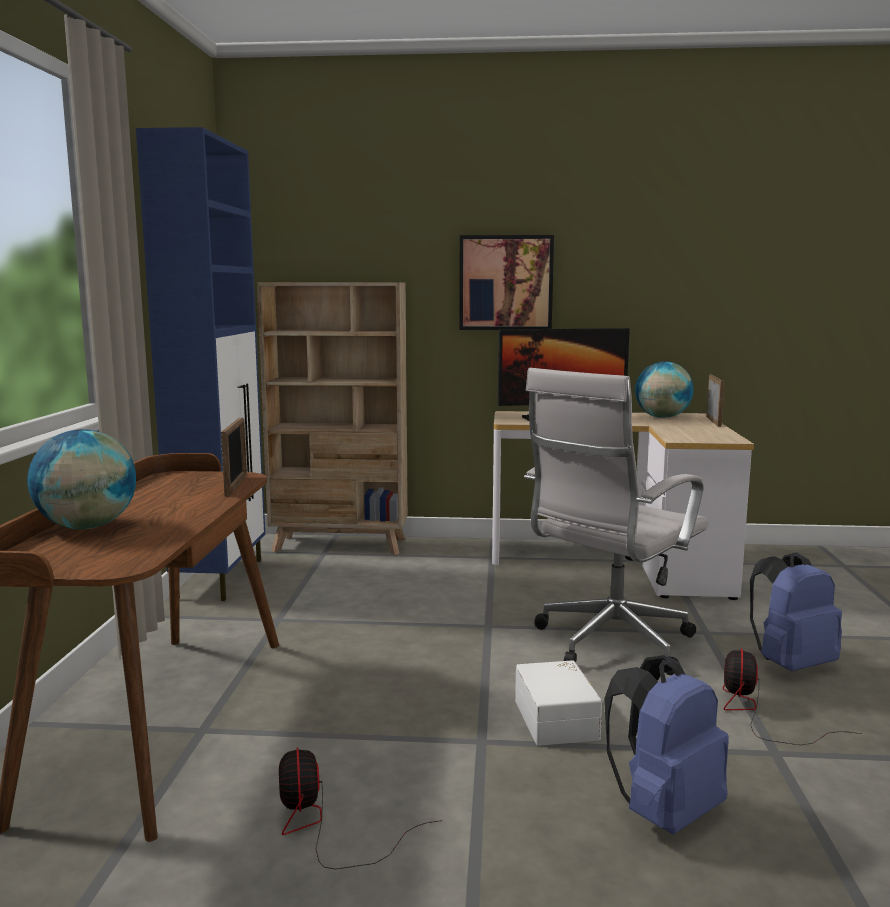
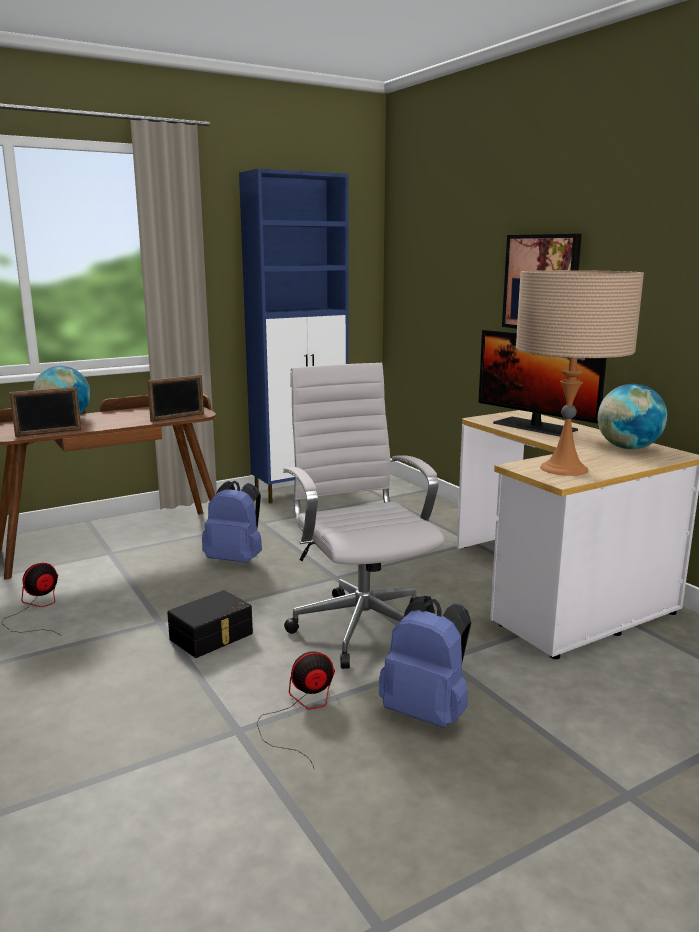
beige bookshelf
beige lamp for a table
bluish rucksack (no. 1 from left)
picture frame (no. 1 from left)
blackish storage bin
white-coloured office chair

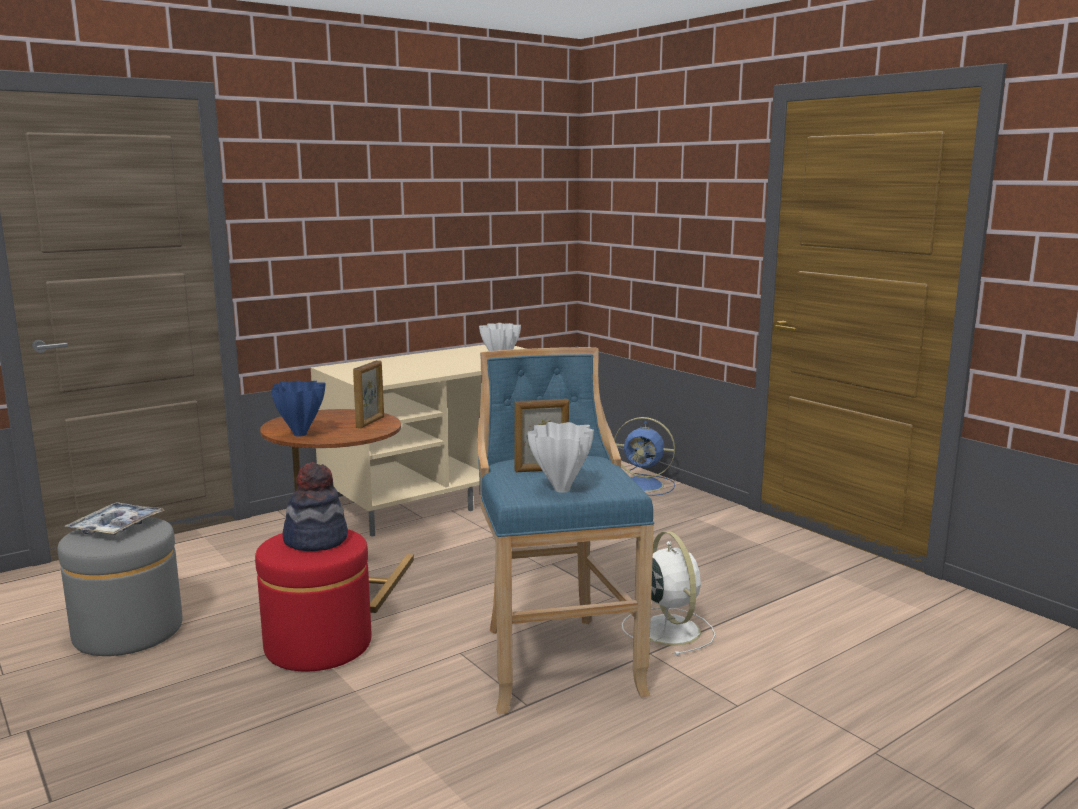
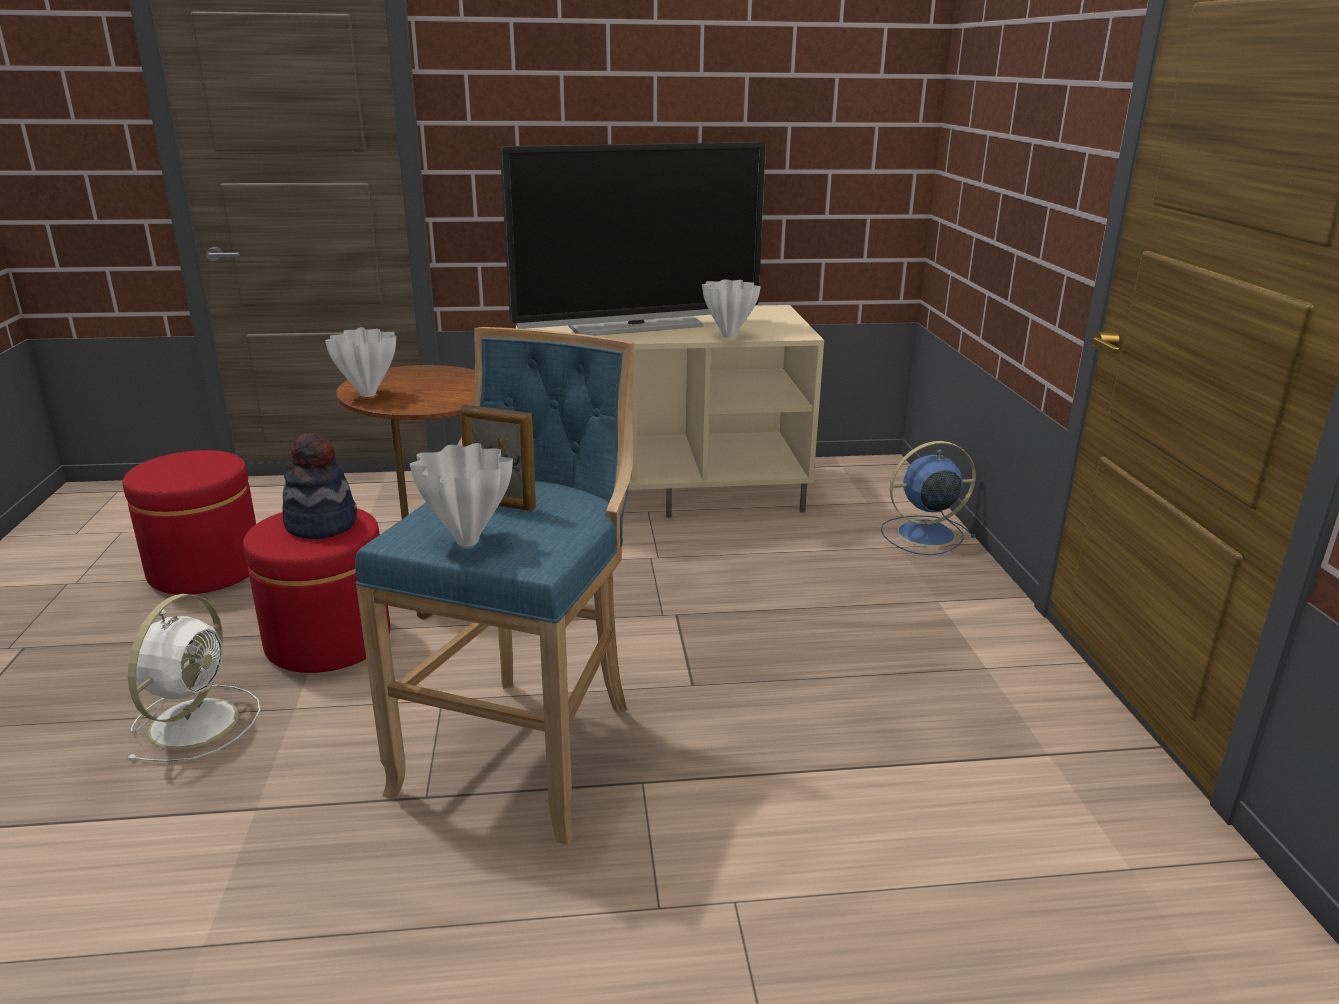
tray
picture frame (no. 1 from left in the first image)
television
white-coloured fan
red ottoman (no. 1 from left)
white-coloured flower vase (no. 1 from left)
bluish fan

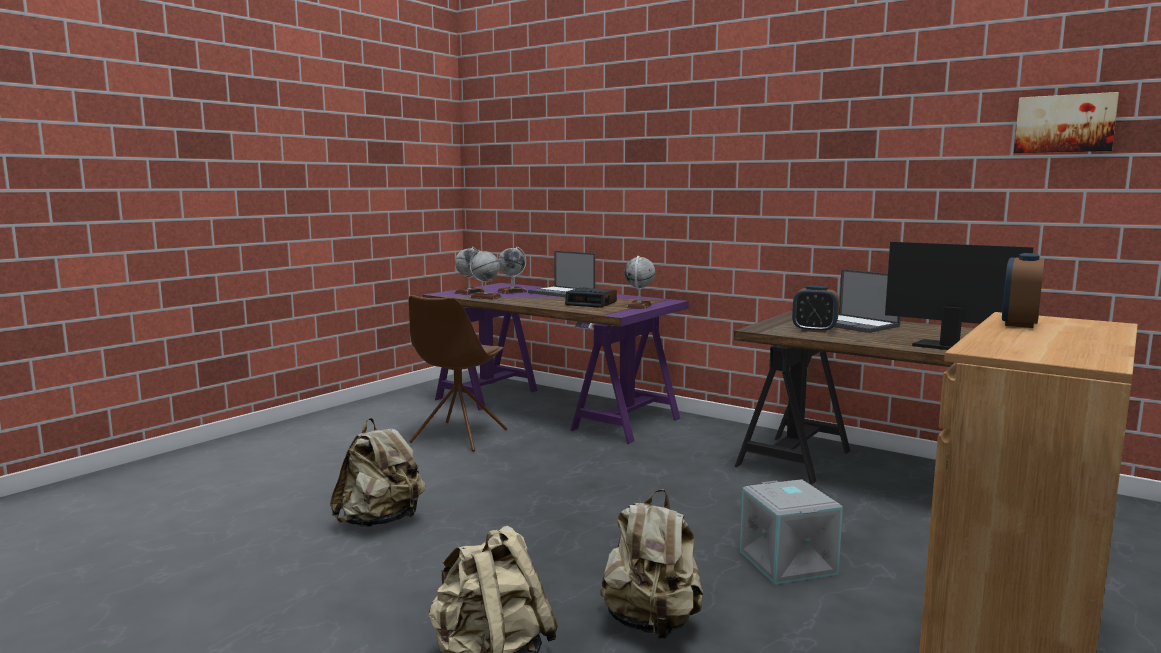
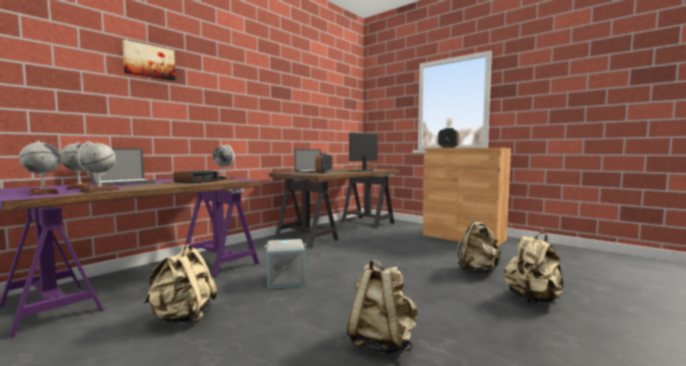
gray storage bin
wall art
beige rucksack (no. 1 from left)

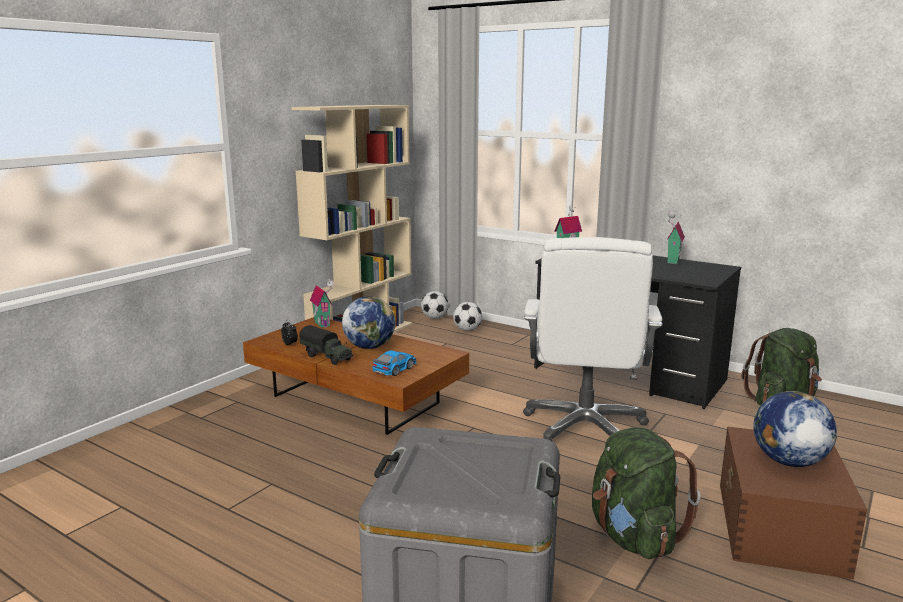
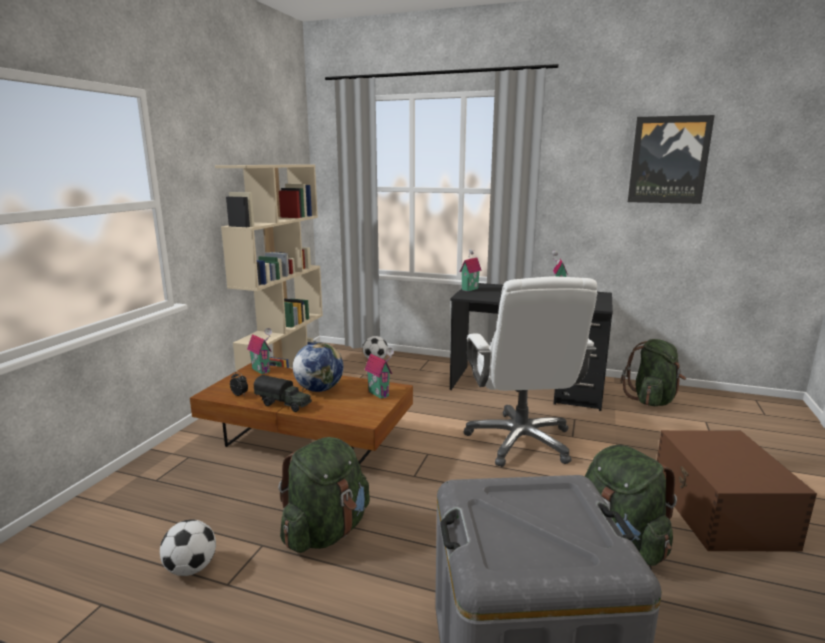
model car
globe (no. 2 from left in the first image)
green-coloured rucksack (no. 1 from left)
model house (no. 2 from left)
wall art
football (no. 1 from left)

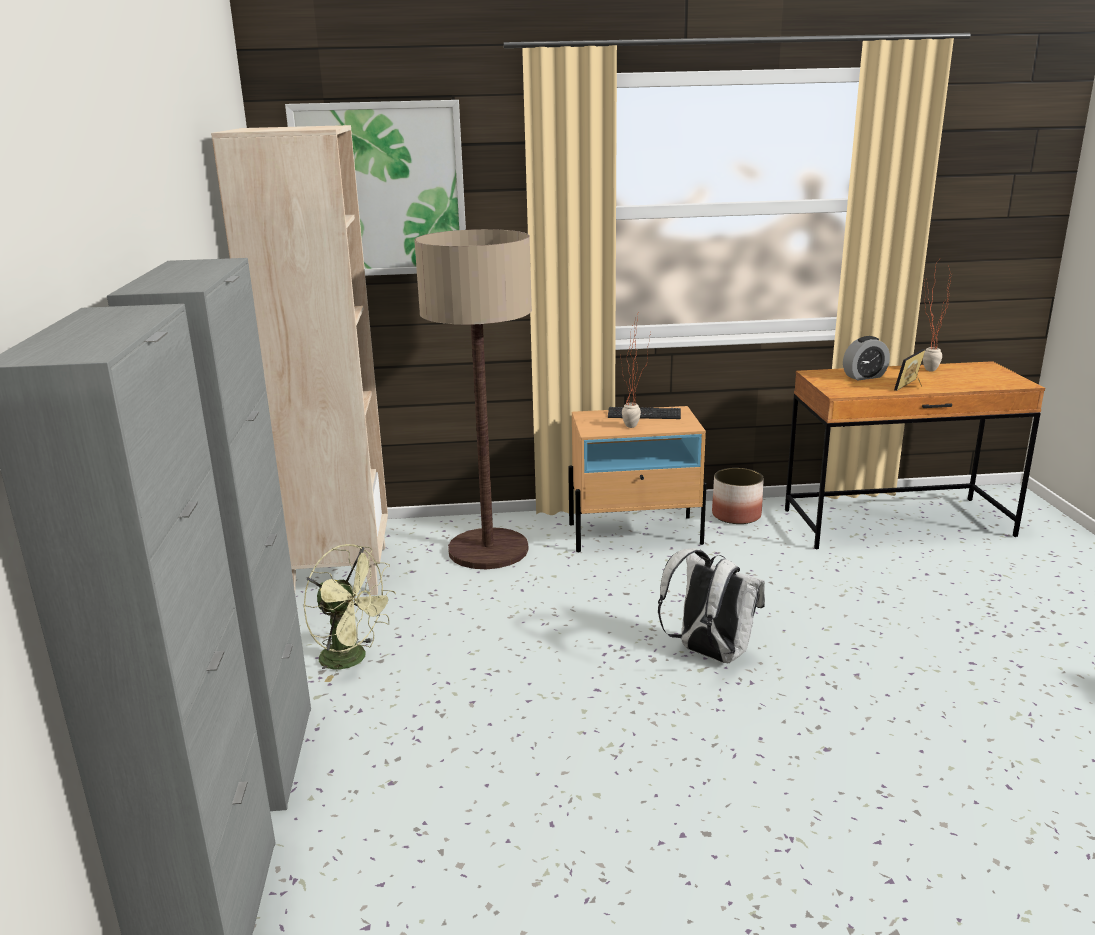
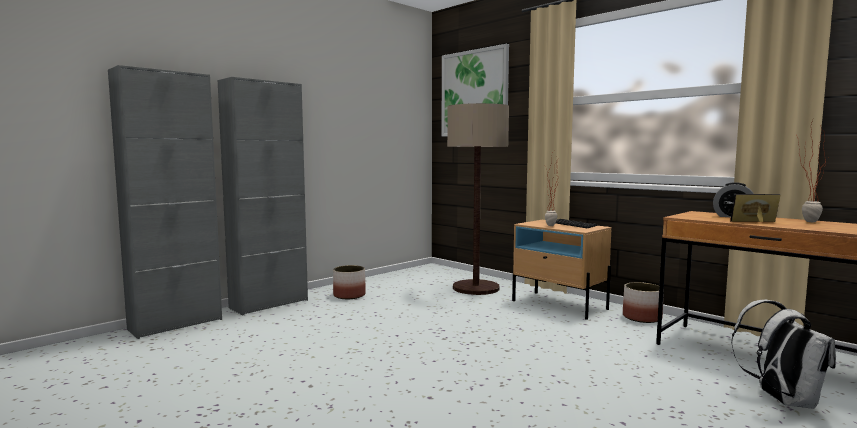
beige bookshelf
white-coloured rucksack
plant pot (no. 1 from left)

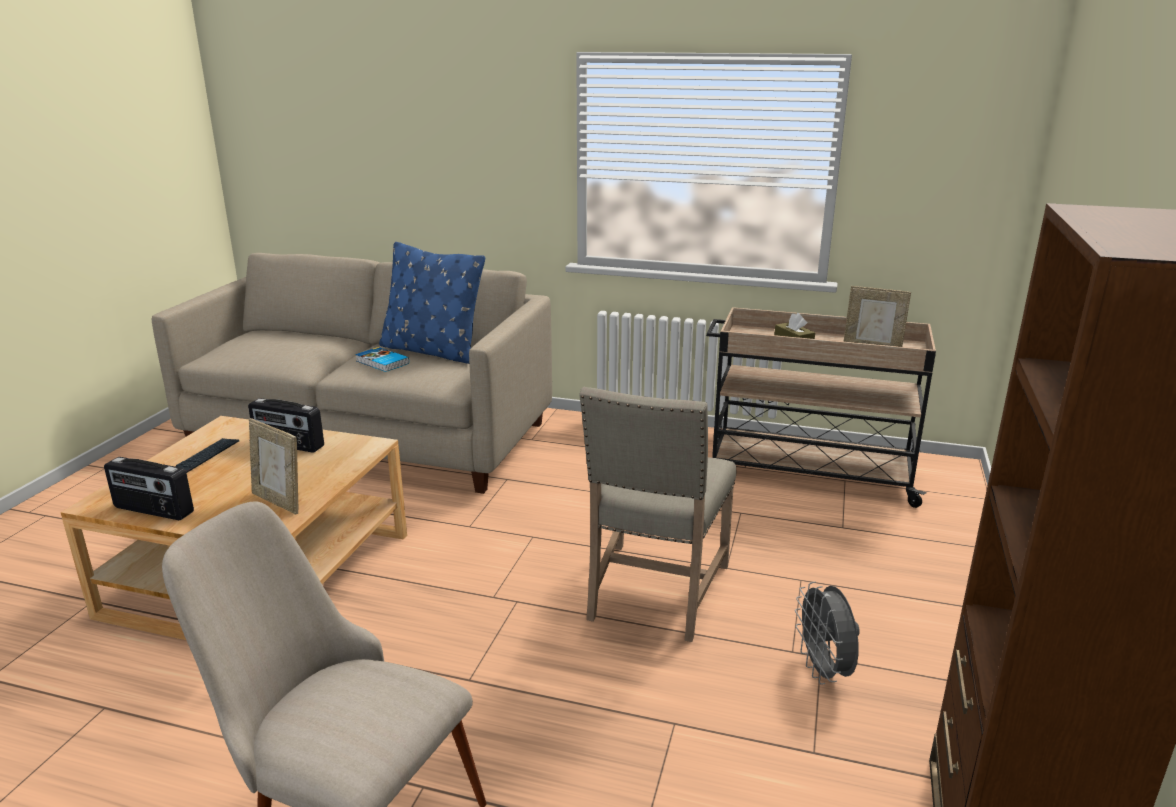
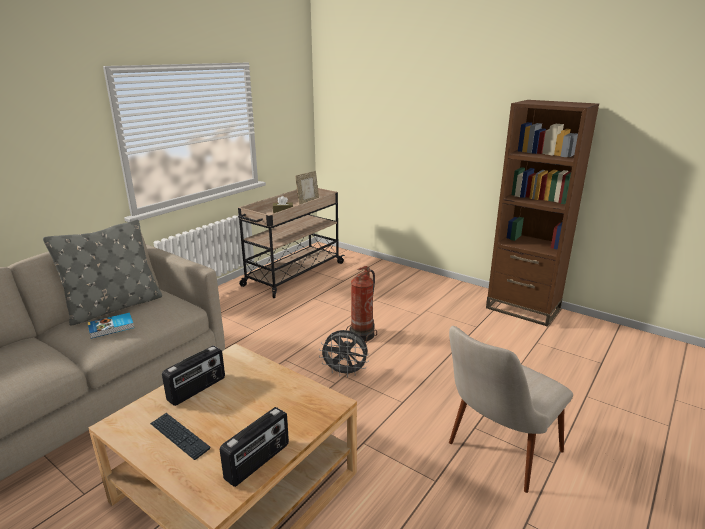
picture frame (no. 1 from left in the first image)
gray fan
fire extinguisher
gray pillow

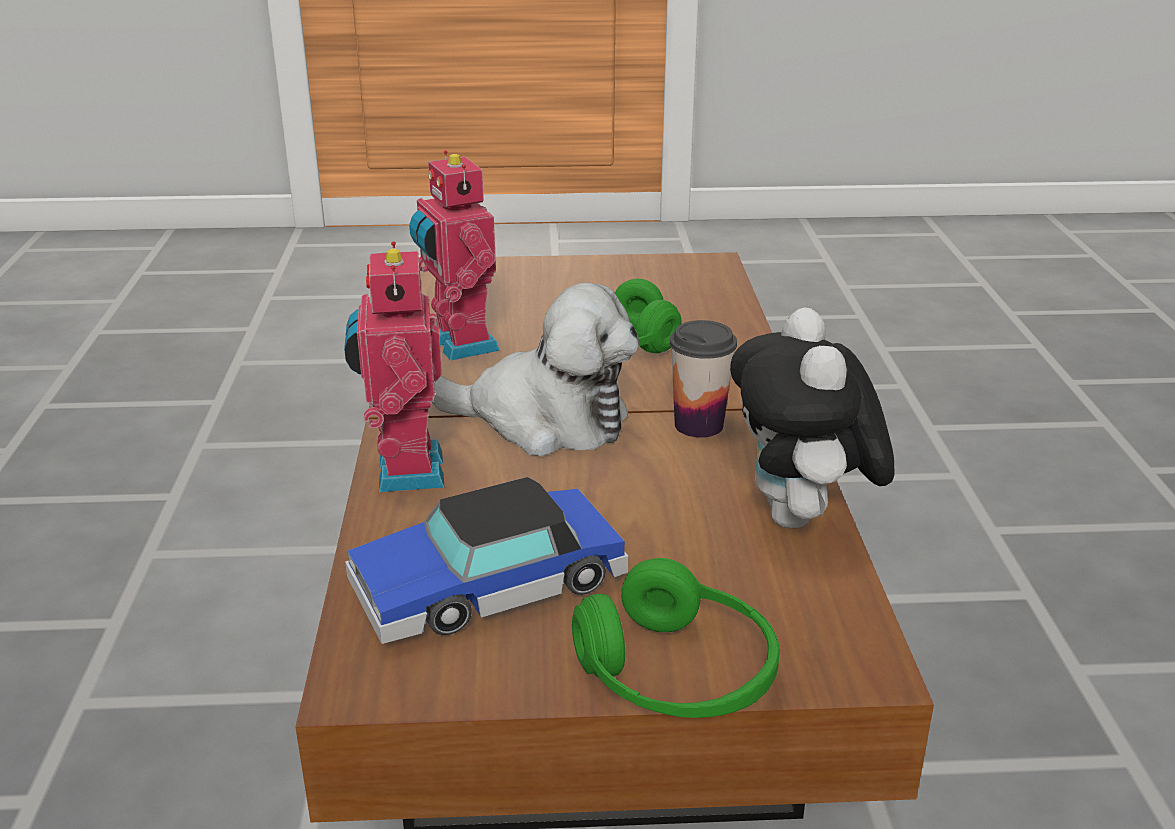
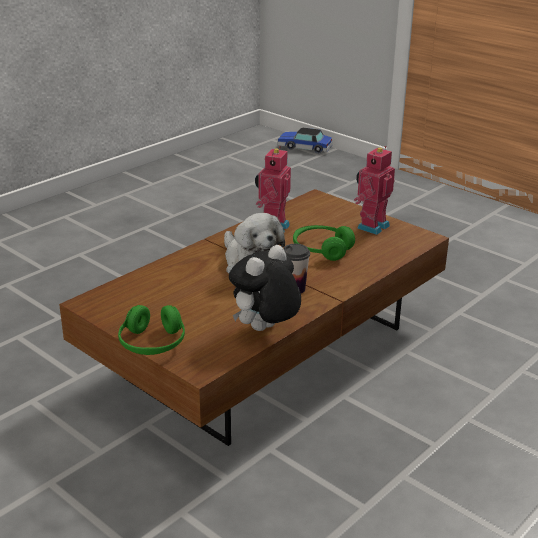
robot figure (no. 2 from left)
model car

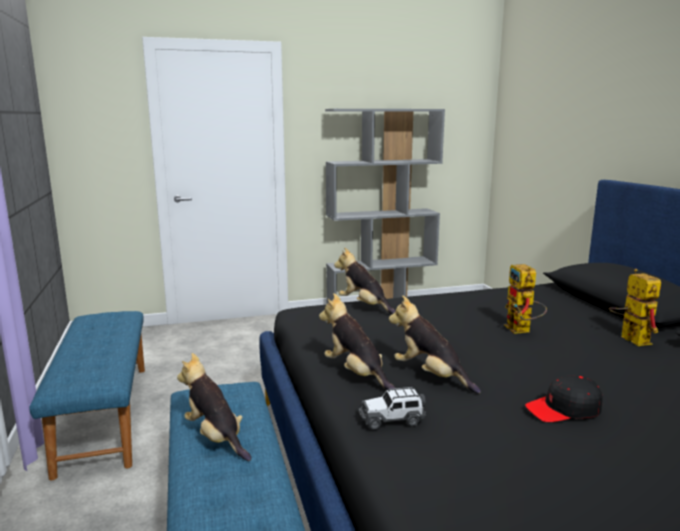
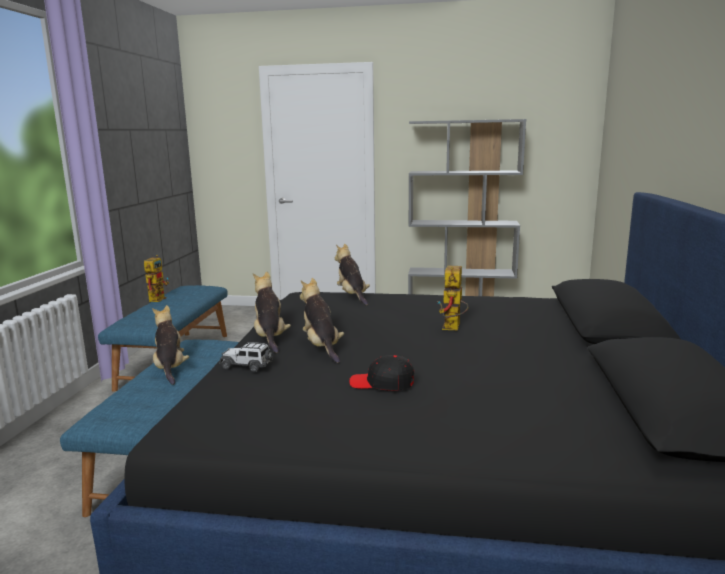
robot figure (no. 1 from left)

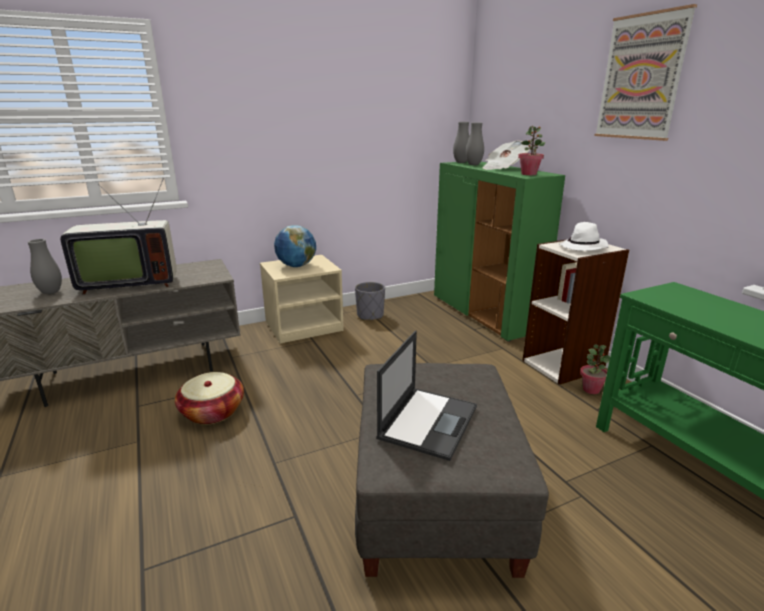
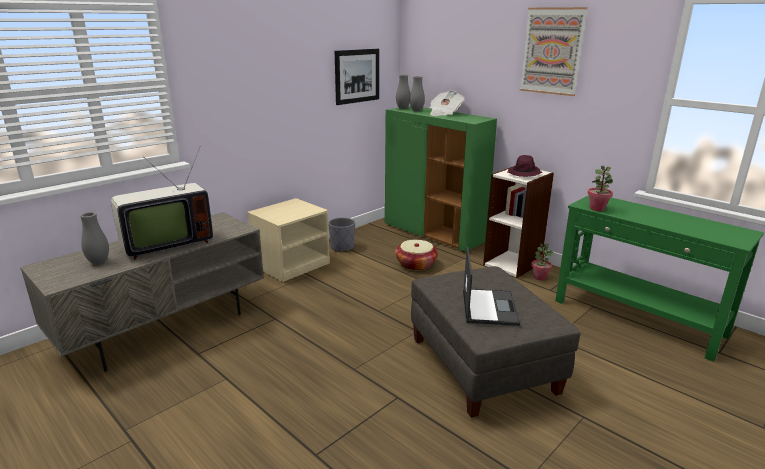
globe
wall art (no. 1 from left)
storage basket
plant in a pot (no. 2 from left)
purple-coloured clothing hat

